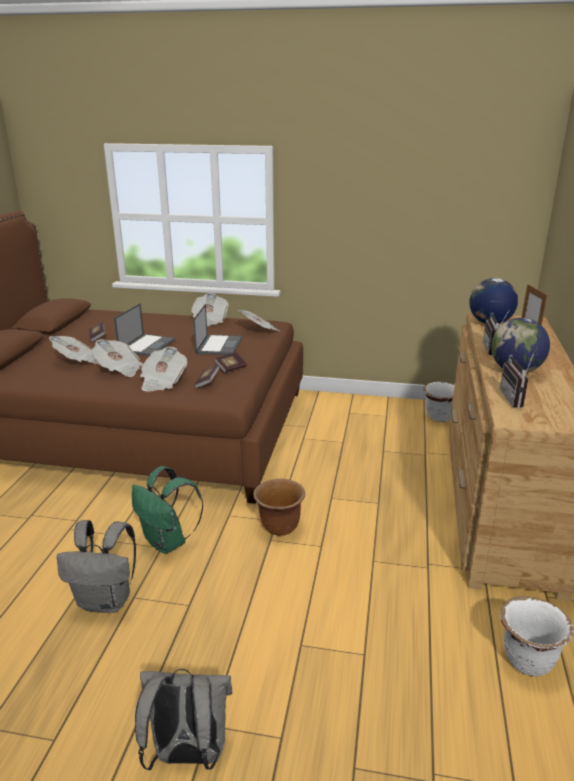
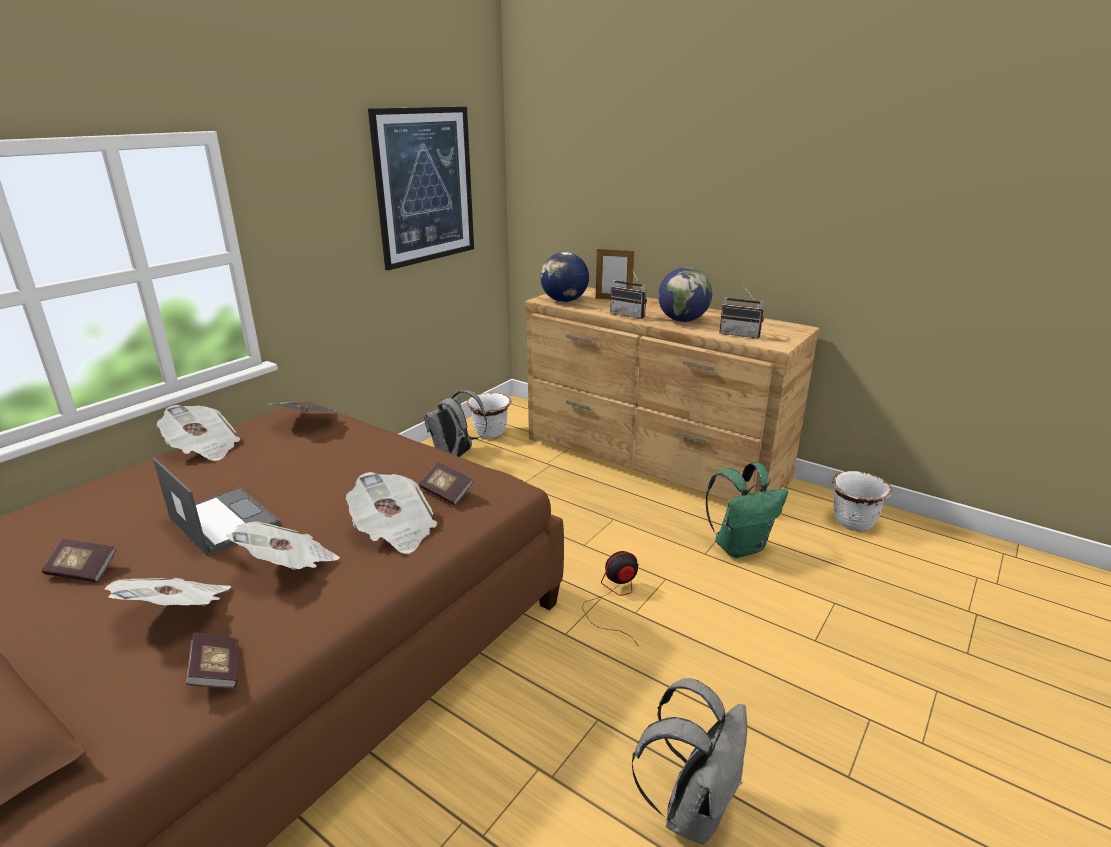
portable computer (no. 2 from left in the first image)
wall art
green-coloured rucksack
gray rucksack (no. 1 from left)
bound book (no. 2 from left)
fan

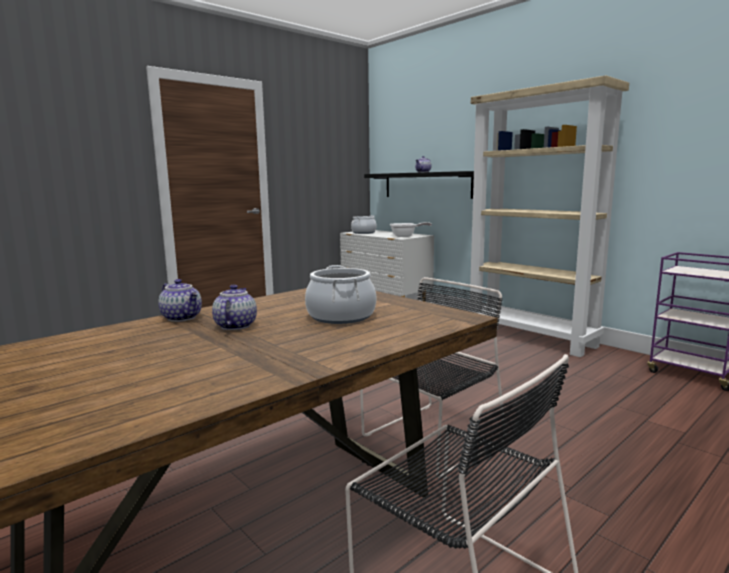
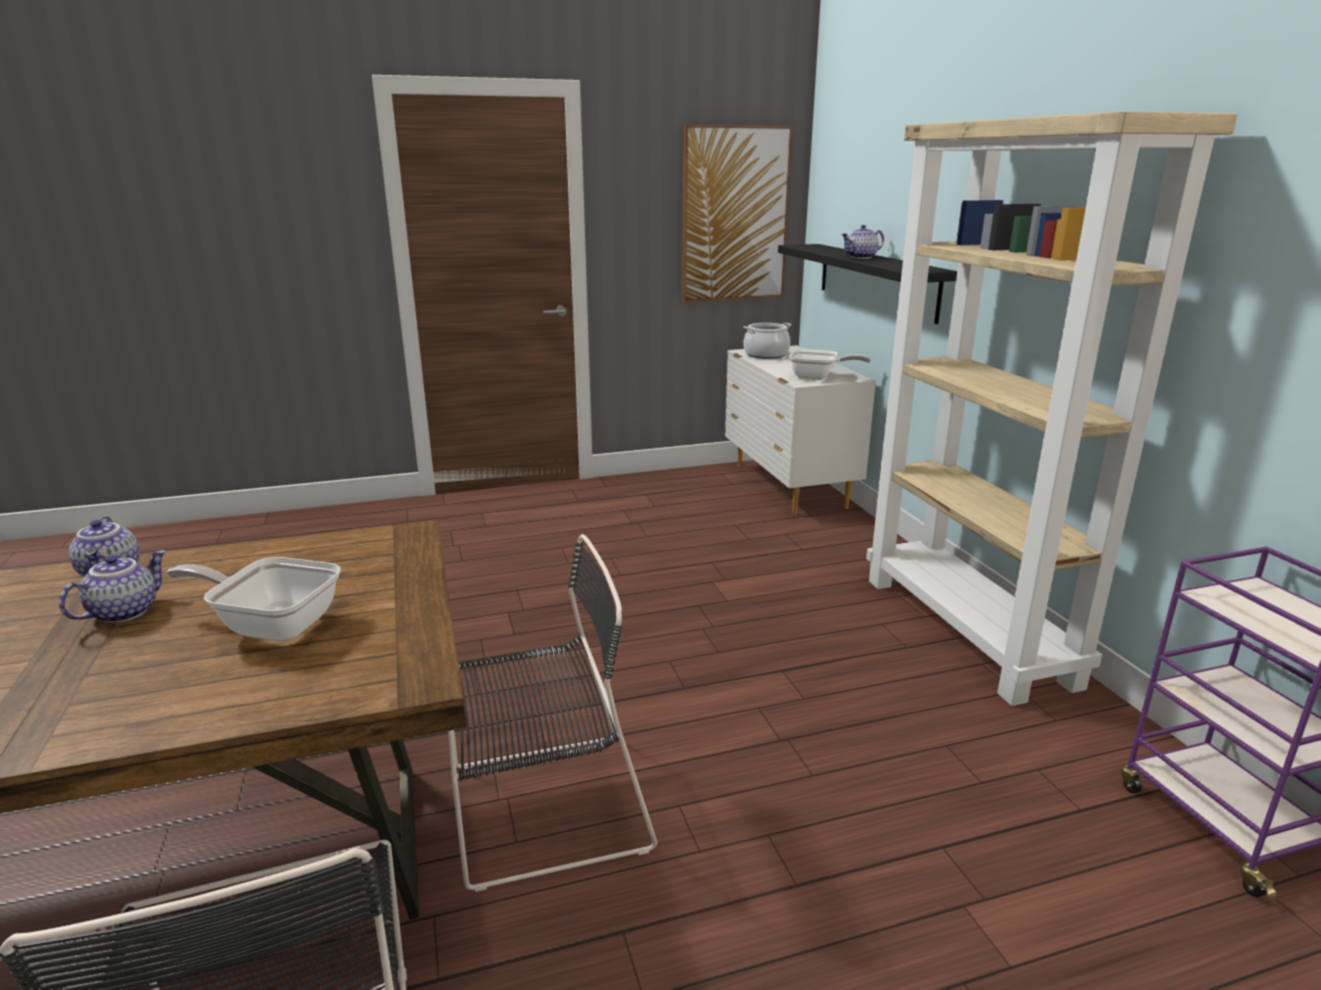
wall art
frying pan (no. 1 from left)

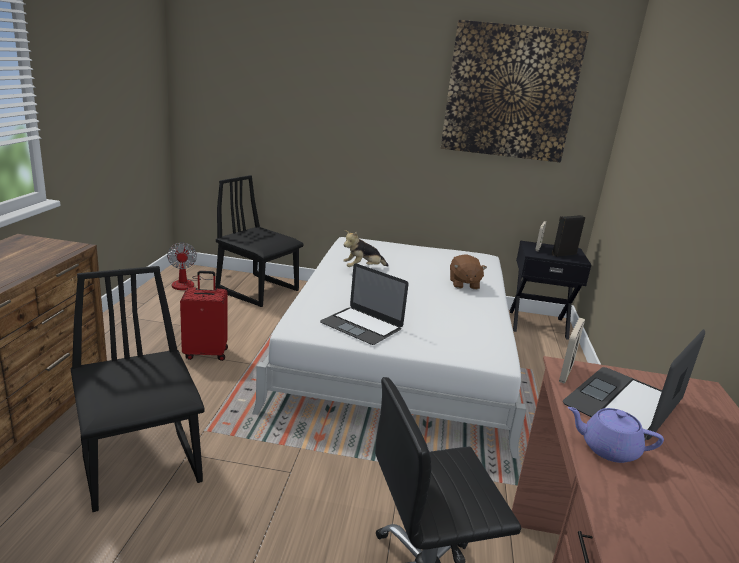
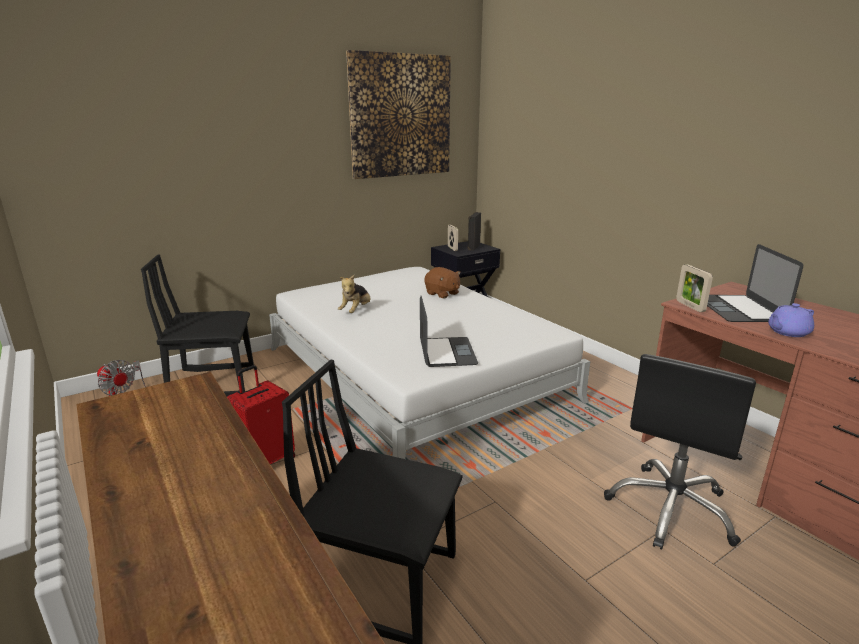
portable computer (no. 1 from left)

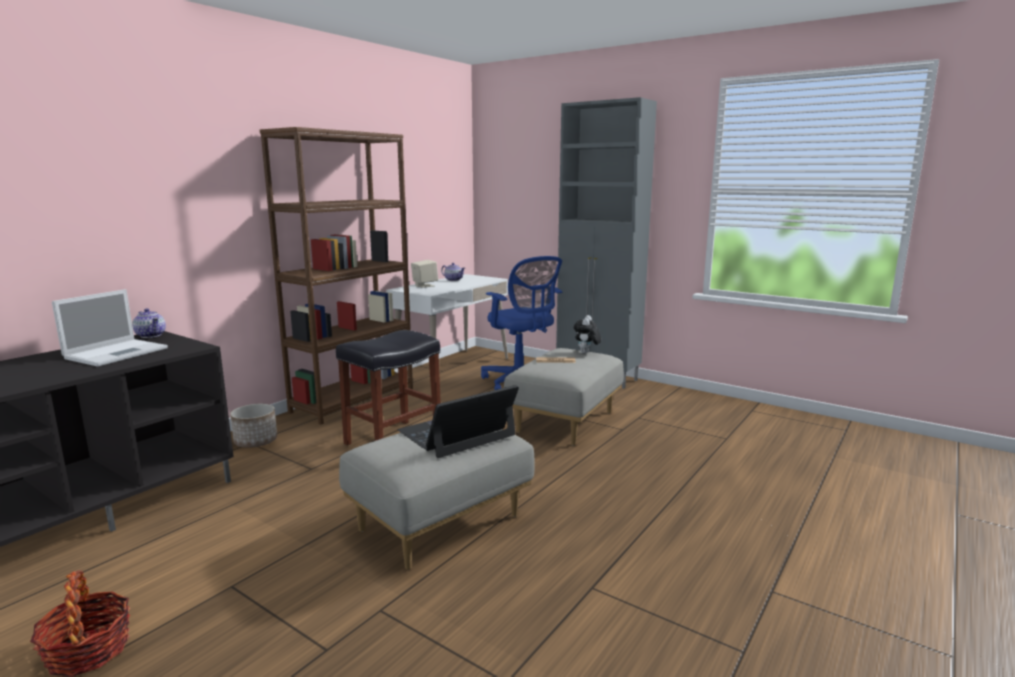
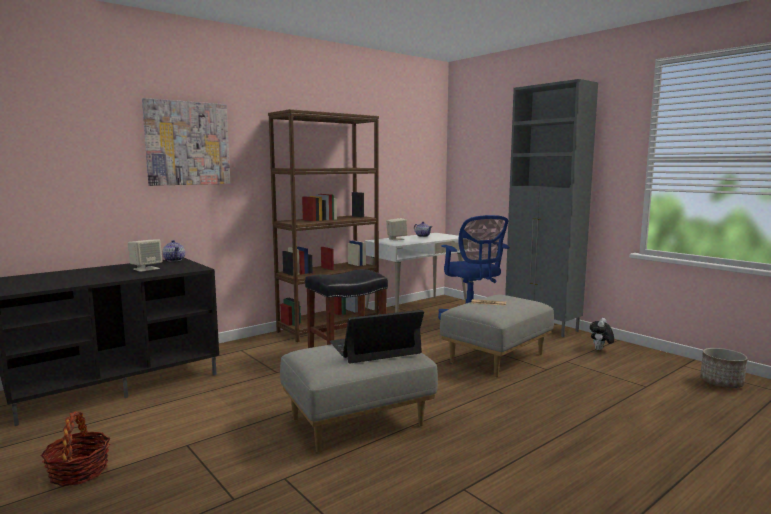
wall art
plant pot
plush toy
beige audio speaker (no. 1 from left)

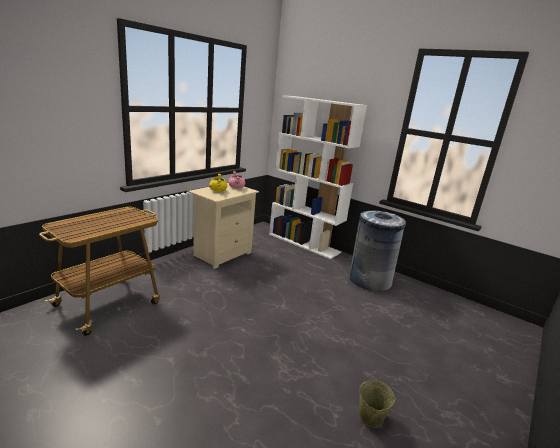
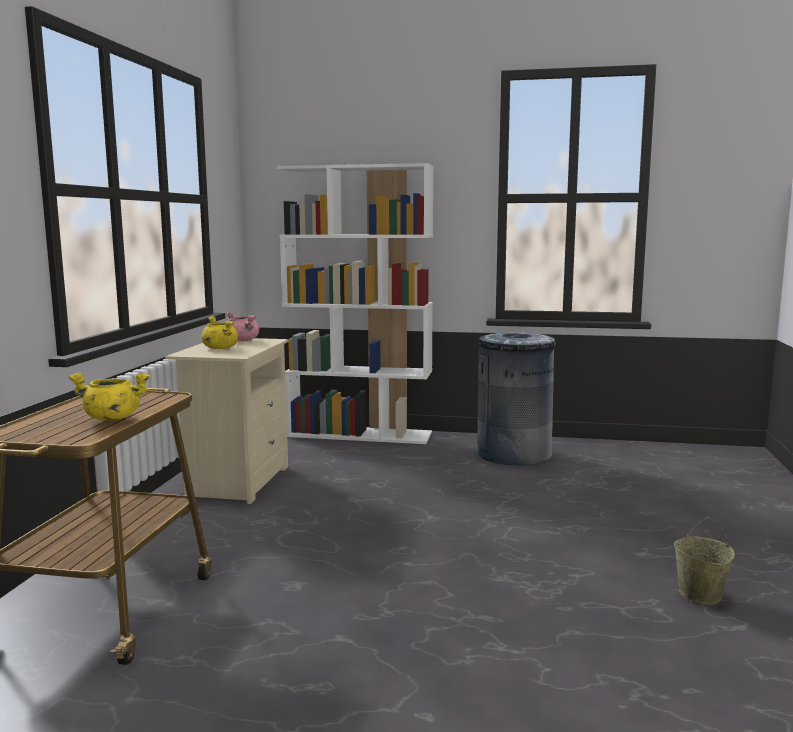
yellow-coloured stockpot (no. 1 from left)

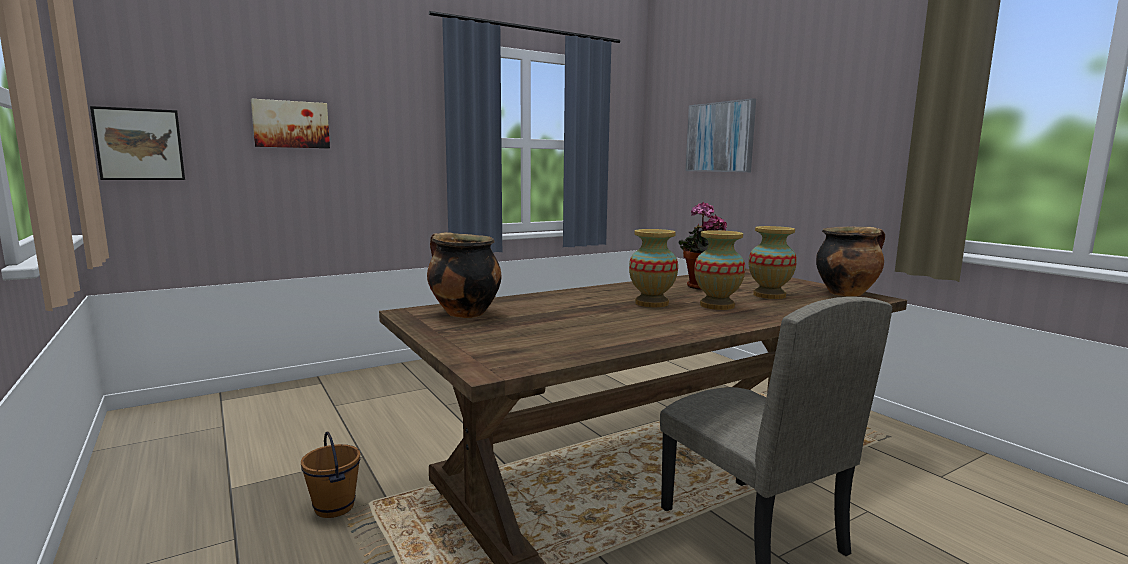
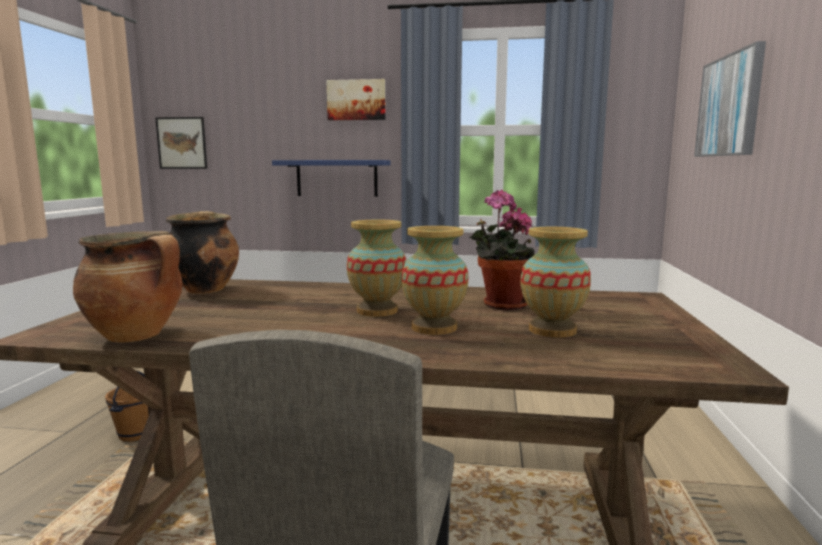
bluish wall shelf
wall art (no. 2 from left)
stockpot (no. 1 from left)

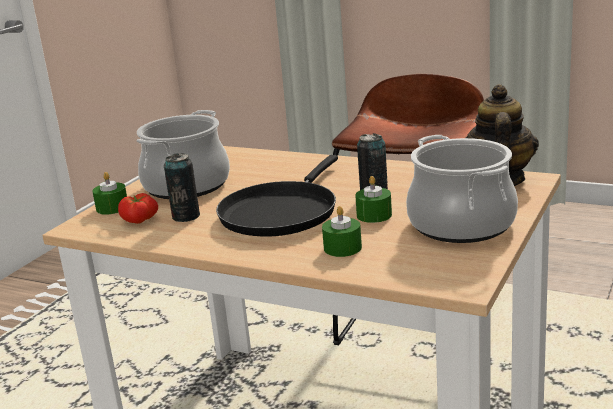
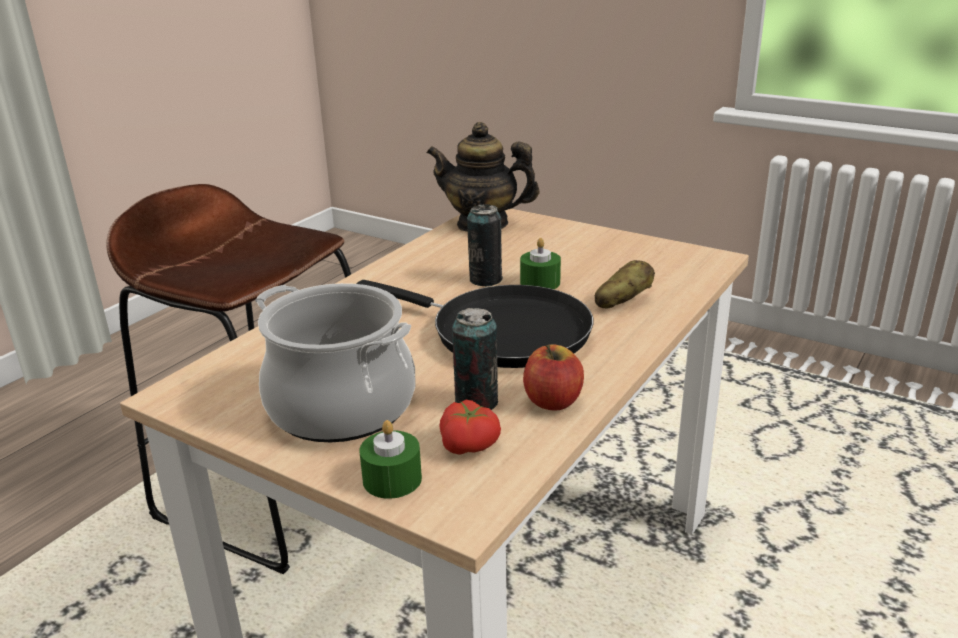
stockpot (no. 2 from left in the first image)
whole apple
potato

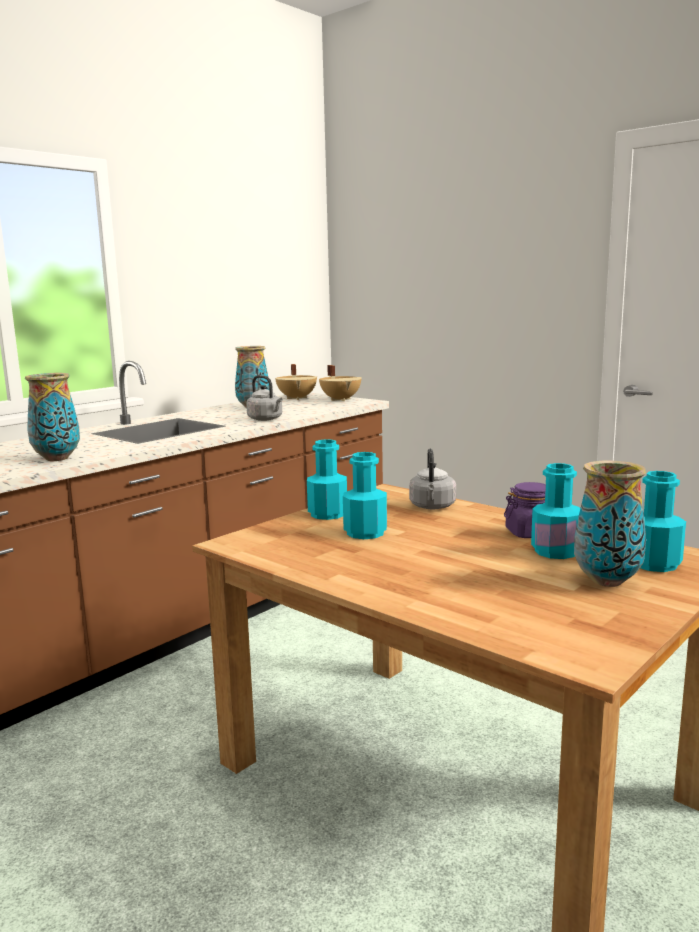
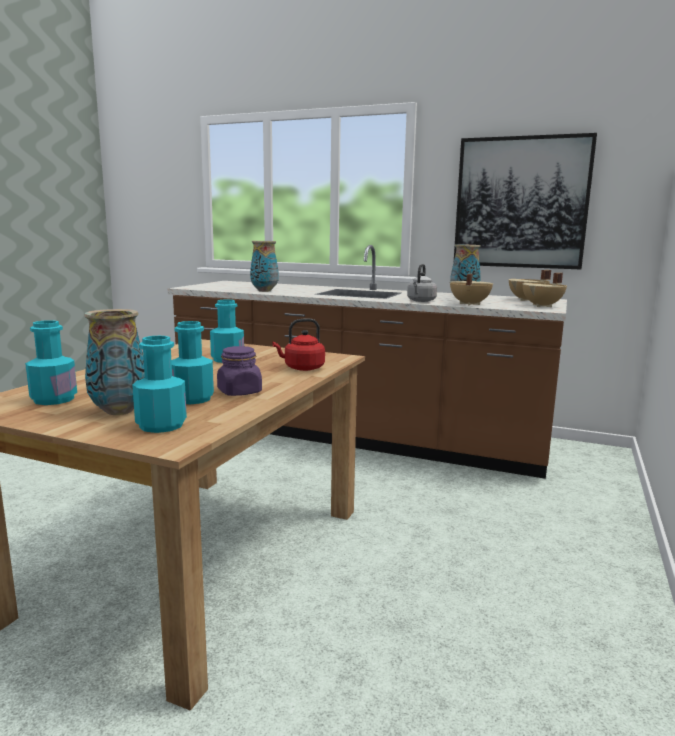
beige stockpot (no. 1 from left)
wall art
turquoise beverage bottle (no. 1 from left)
red kettle

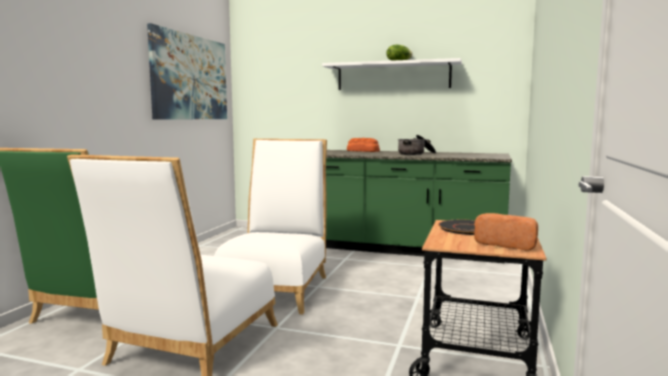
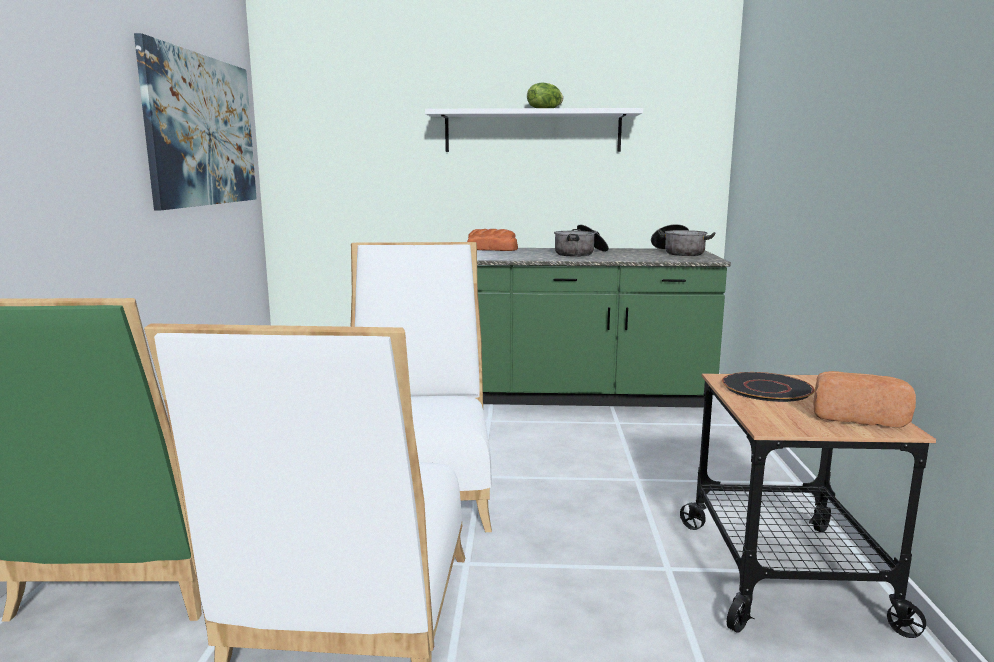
stockpot (no. 2 from left)

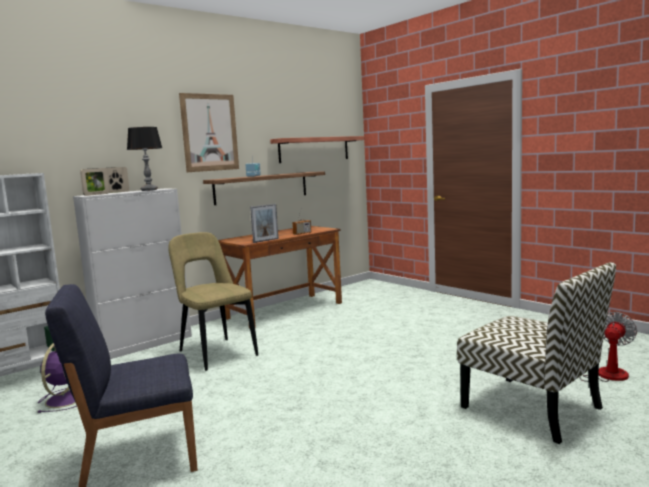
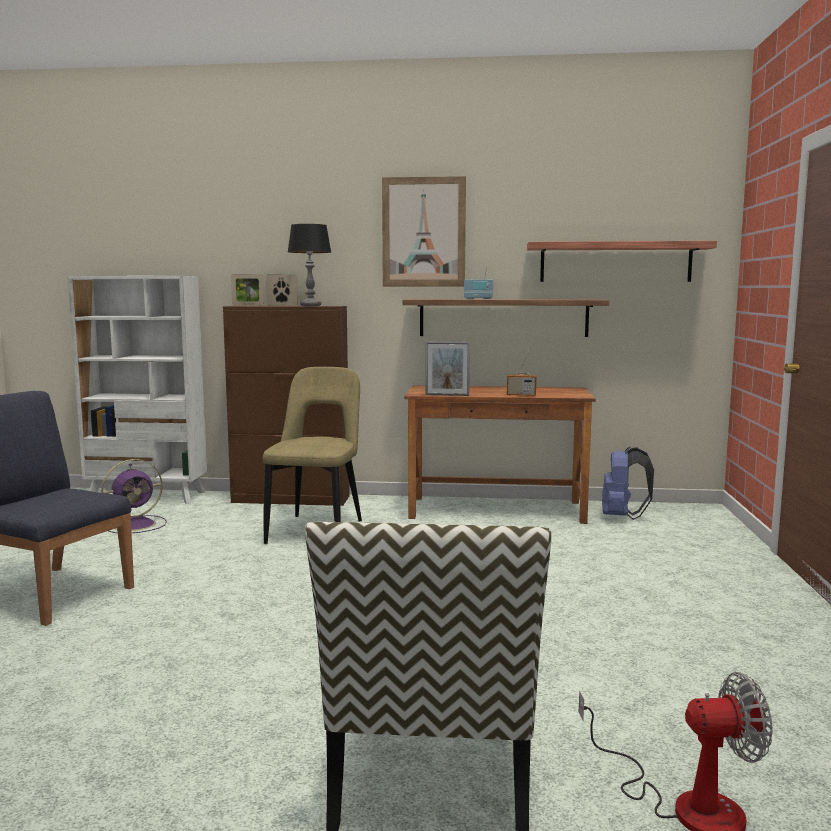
bluish rucksack
brown-coloured cupboard

